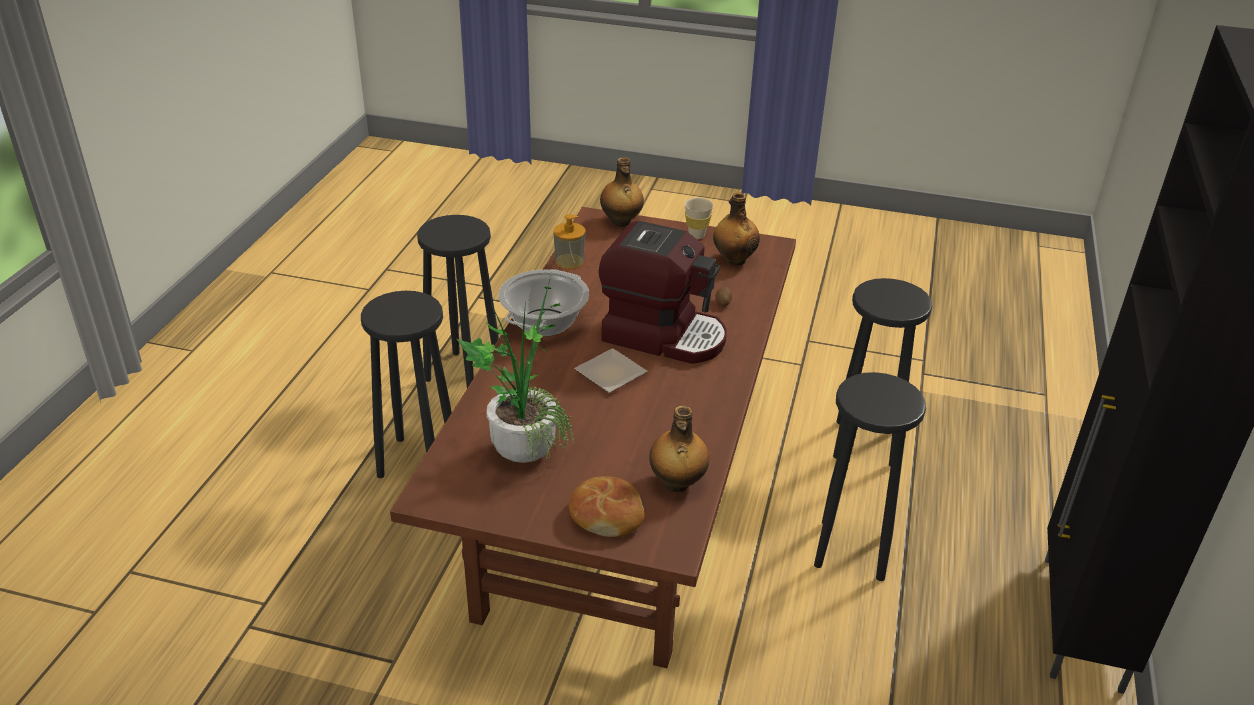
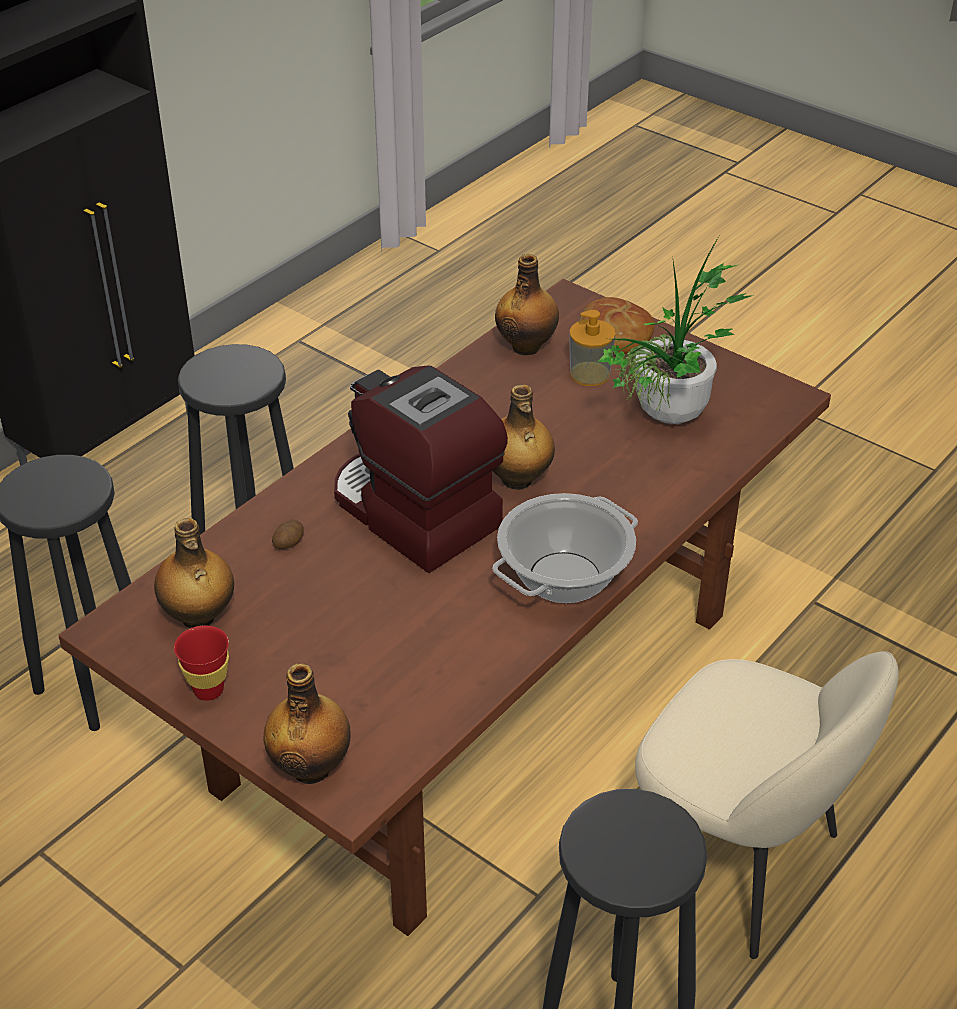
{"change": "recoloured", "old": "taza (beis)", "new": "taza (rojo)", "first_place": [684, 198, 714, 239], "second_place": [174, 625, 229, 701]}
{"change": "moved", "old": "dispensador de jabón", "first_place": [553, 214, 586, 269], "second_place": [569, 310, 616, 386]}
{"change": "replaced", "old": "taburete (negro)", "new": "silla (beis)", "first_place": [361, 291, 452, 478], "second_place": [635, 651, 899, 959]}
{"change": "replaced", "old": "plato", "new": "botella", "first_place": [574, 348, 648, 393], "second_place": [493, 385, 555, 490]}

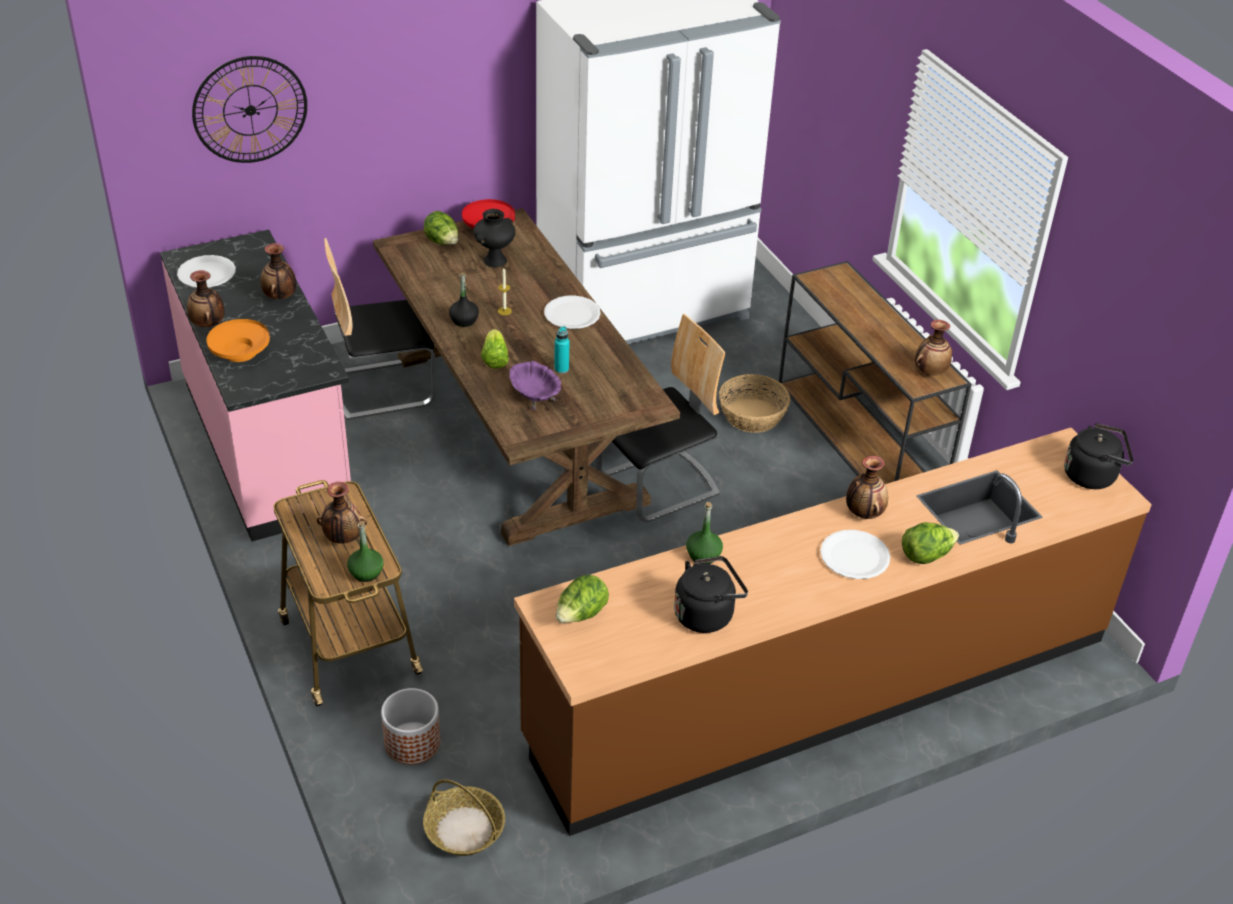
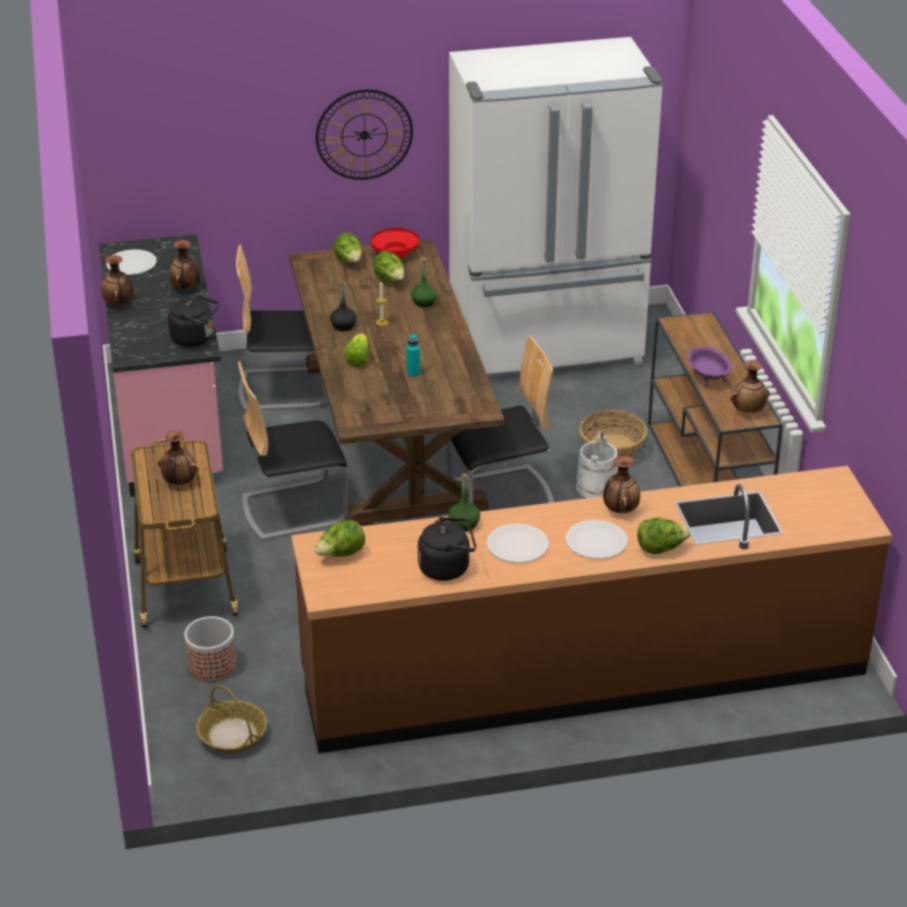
{"change": "moved", "old": "reloj de pared", "first_place": [192, 56, 307, 163], "second_place": [316, 89, 413, 180]}
{"change": "replaced", "old": "florero (negro)", "new": "lechuga", "first_place": [473, 209, 515, 267], "second_place": [373, 251, 405, 282]}
{"change": "moved", "old": "plato (blanco)", "first_place": [544, 295, 601, 329], "second_place": [487, 523, 549, 563]}
{"change": "removed", "old": "cuenco (naranja)", "first_place": [206, 319, 270, 362]}
{"change": "moved", "old": "cuenco (morado)", "first_place": [509, 361, 561, 410], "second_place": [688, 346, 733, 387]}
{"change": "moved", "old": "hervidor (negro)", "first_place": [1064, 423, 1133, 489], "second_place": [168, 295, 219, 347]}
{"change": "moved", "old": "botella (verde)", "first_place": [347, 521, 383, 582], "second_place": [411, 257, 437, 307]}
{"change": "added", "new": "silla", "second_place": [238, 361, 348, 541]}
{"change": "added", "new": "cubo (blanco)", "second_place": [576, 430, 618, 498]}

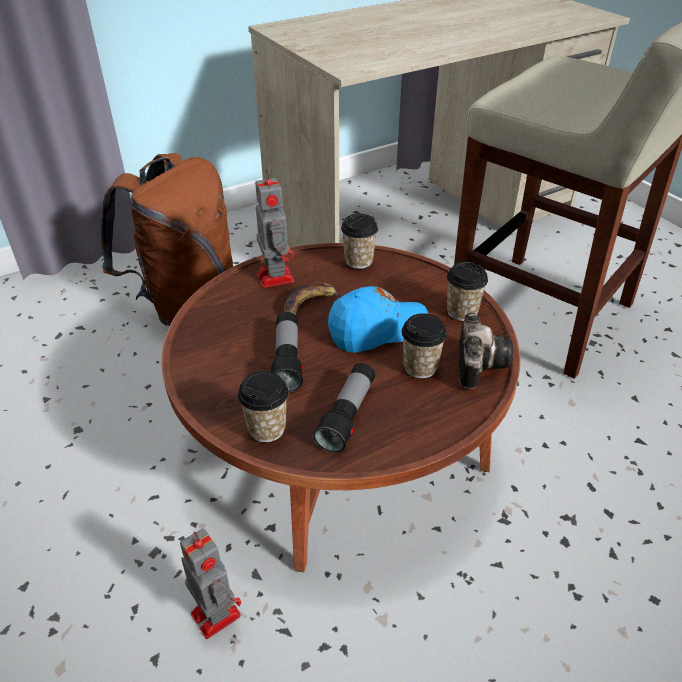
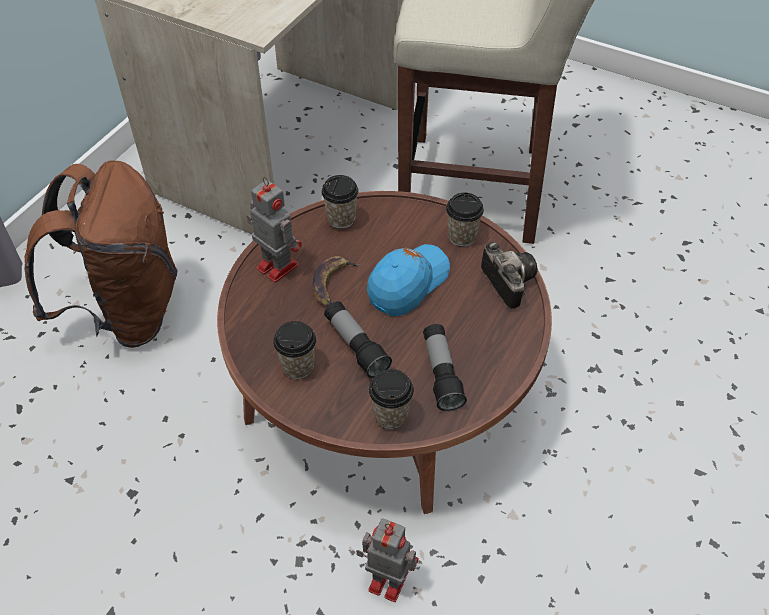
{"change": "moved", "old": "taza", "first_place": [402, 313, 447, 378], "second_place": [273, 321, 316, 379]}

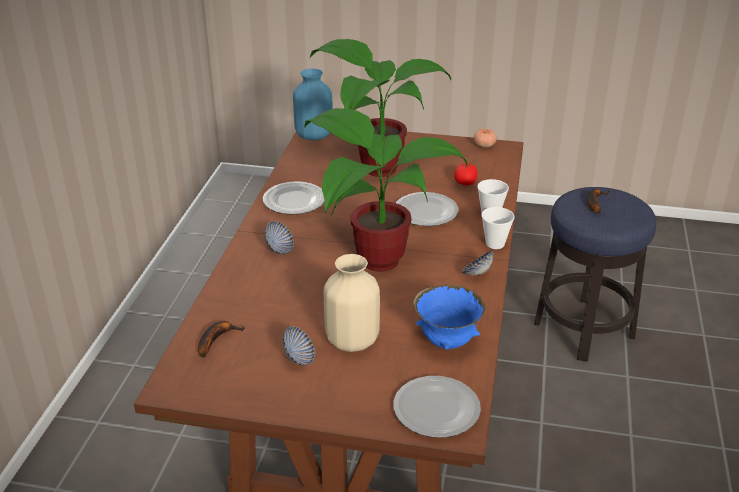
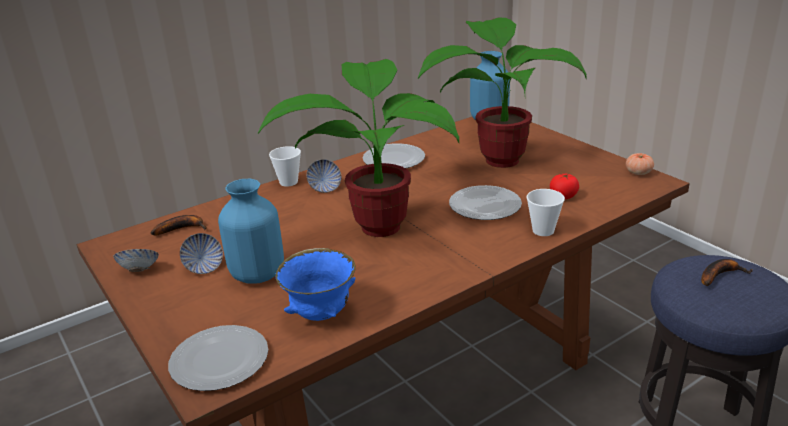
{"change": "moved", "old": "taza", "first_place": [481, 207, 515, 249], "second_place": [269, 146, 301, 187]}
{"change": "moved", "old": "cuenco", "first_place": [462, 250, 493, 276], "second_place": [114, 249, 159, 272]}
{"change": "recoloured", "old": "florero (beis)", "new": "florero (azul)", "first_place": [324, 254, 380, 352], "second_place": [218, 179, 284, 284]}

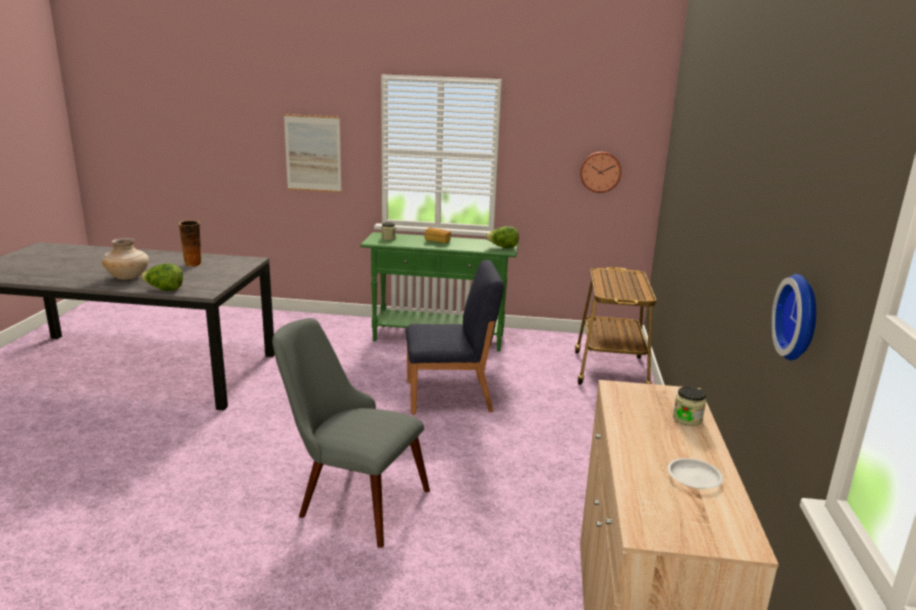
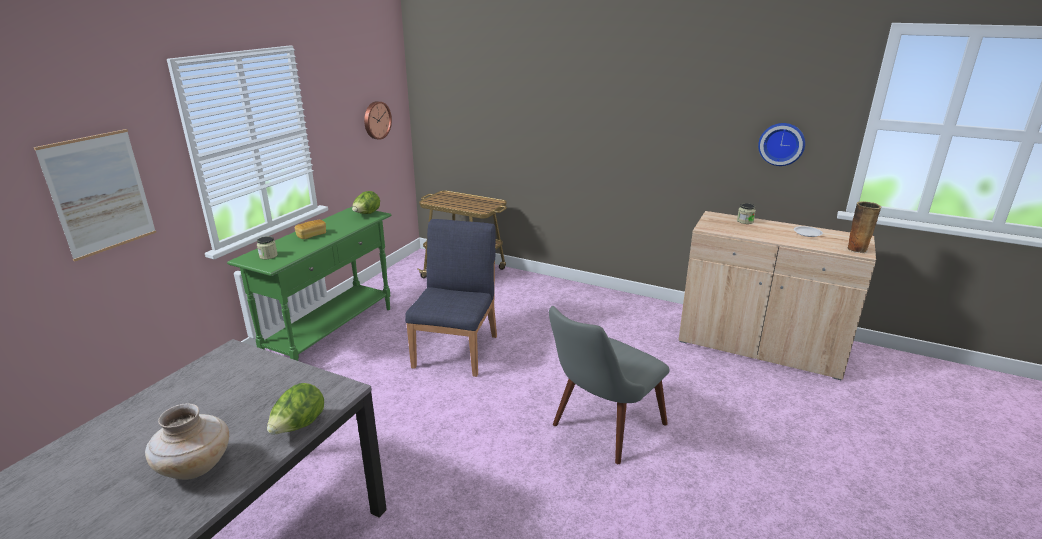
{"change": "moved", "old": "florero", "first_place": [179, 220, 202, 267], "second_place": [847, 201, 882, 253]}

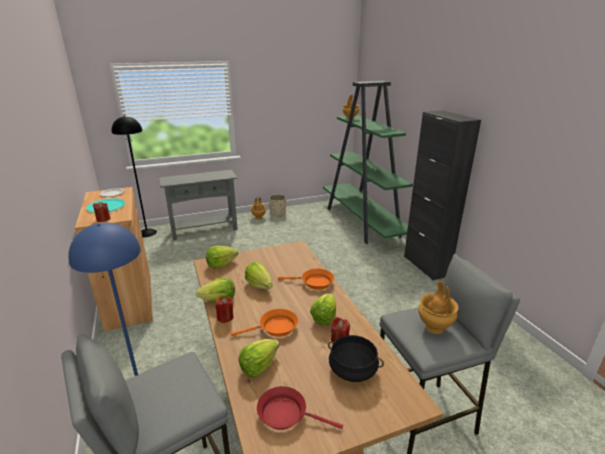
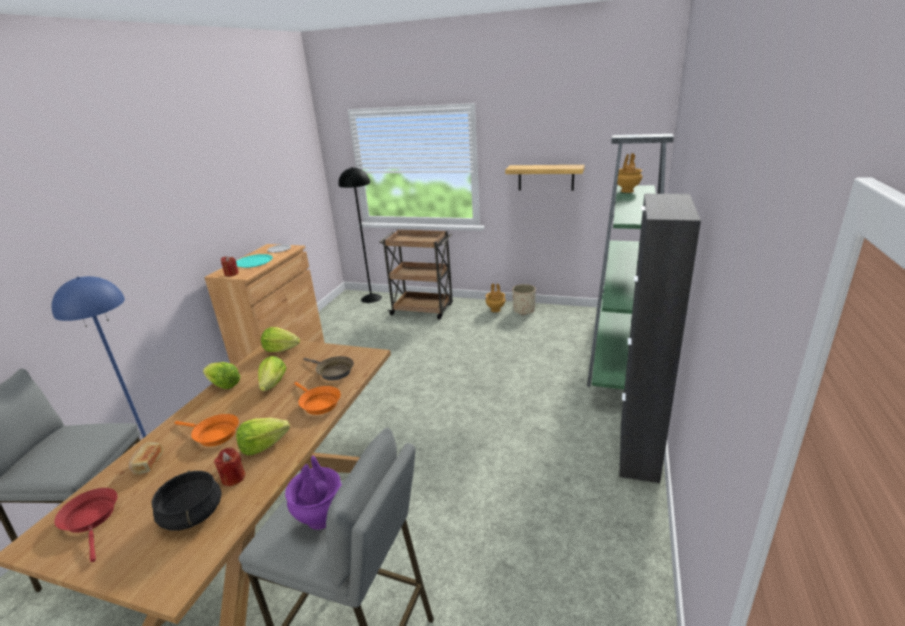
{"change": "replaced", "old": "mesa consola (gris)", "new": "carrito (marrón)", "first_place": [159, 170, 238, 240], "second_place": [379, 229, 453, 319]}
{"change": "recoloured", "old": "florero (marrón)", "new": "florero (morado)", "first_place": [418, 282, 458, 334], "second_place": [285, 456, 342, 530]}
{"change": "removed", "old": "vela (rojo)", "first_place": [215, 296, 234, 323]}
{"change": "replaced", "old": "lechuga", "new": "pan", "first_place": [239, 339, 280, 378], "second_place": [129, 442, 163, 475]}
{"change": "added", "new": "estante", "second_place": [505, 165, 585, 191]}
{"change": "added", "new": "sartén (marrón)", "second_place": [303, 356, 354, 381]}

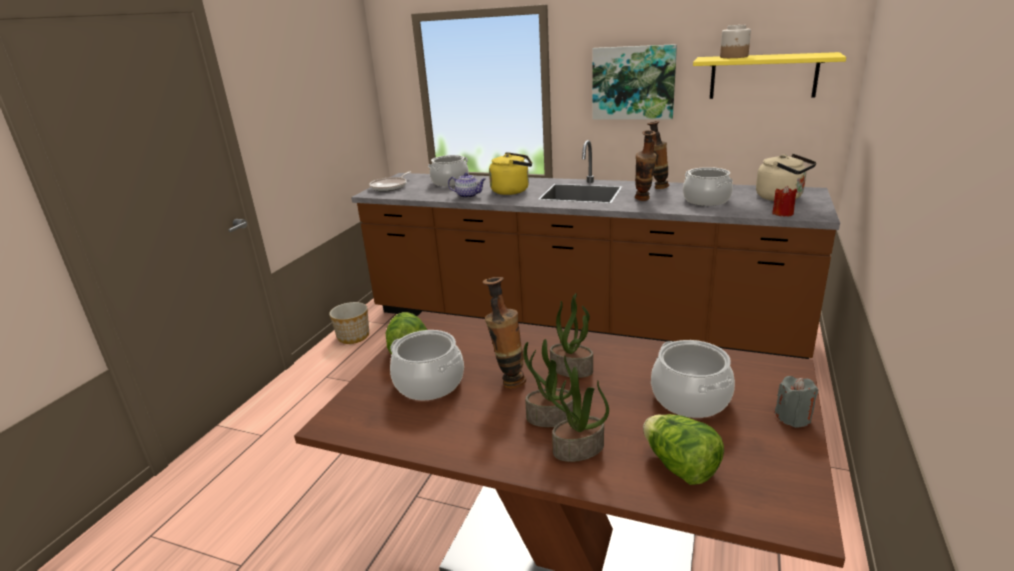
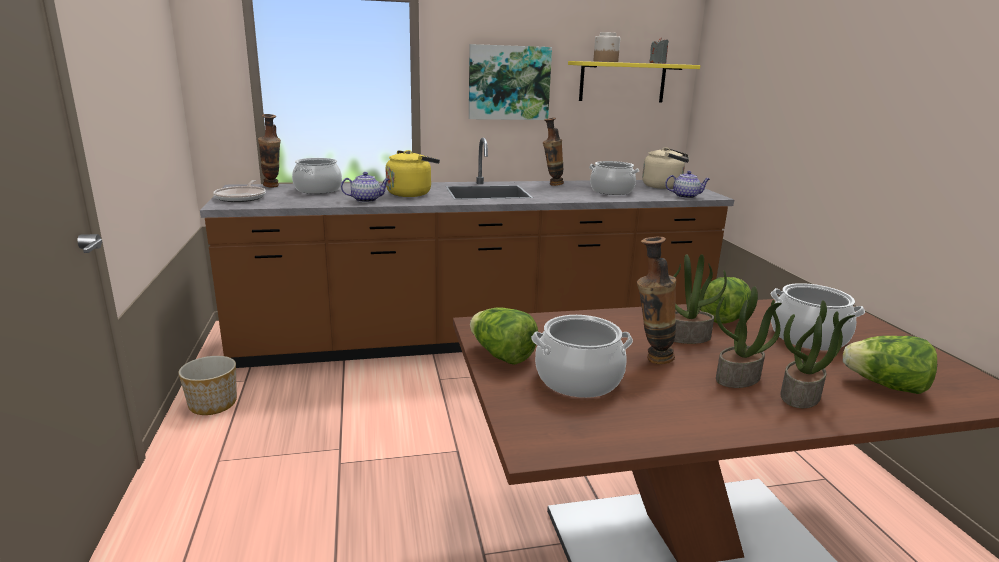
{"change": "moved", "old": "florero", "first_place": [635, 130, 657, 201], "second_place": [258, 114, 281, 187]}
{"change": "replaced", "old": "vela (rojo)", "new": "tetera", "first_place": [772, 186, 797, 216], "second_place": [665, 171, 710, 199]}
{"change": "moved", "old": "vela (gris)", "first_place": [775, 376, 818, 428], "second_place": [649, 37, 669, 64]}
{"change": "added", "new": "lechuga", "second_place": [700, 277, 751, 323]}

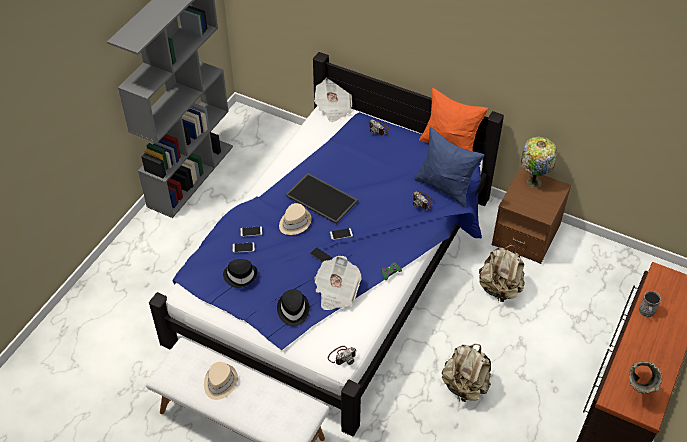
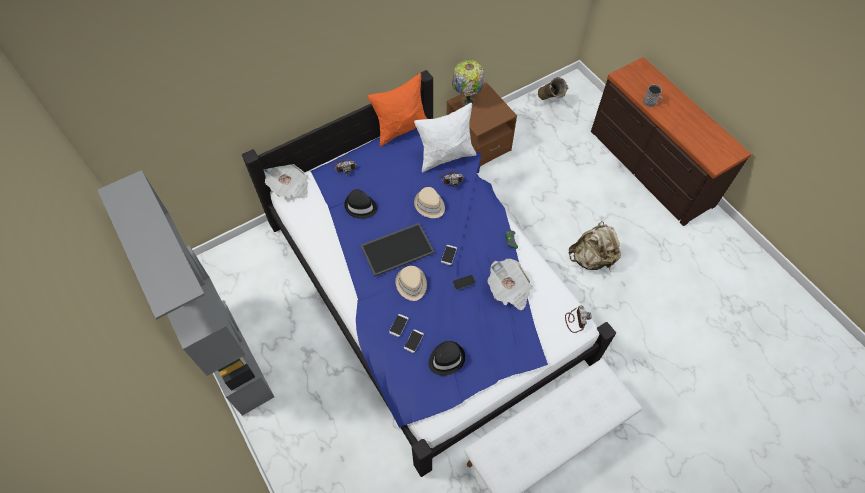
{"change": "recoloured", "old": "cojín (azul)", "new": "cojín (blanco)", "first_place": [414, 127, 484, 208], "second_place": [414, 103, 477, 172]}
{"change": "removed", "old": "mochila (beis)", "first_place": [479, 245, 525, 302]}
{"change": "moved", "old": "sombrero (negro)", "first_place": [277, 289, 310, 326], "second_place": [345, 189, 377, 219]}
{"change": "moved", "old": "florero (beis)", "first_place": [629, 361, 662, 394], "second_place": [538, 77, 568, 100]}
{"change": "moved", "old": "sombrero (beis)", "first_place": [204, 362, 238, 400], "second_place": [414, 187, 445, 218]}

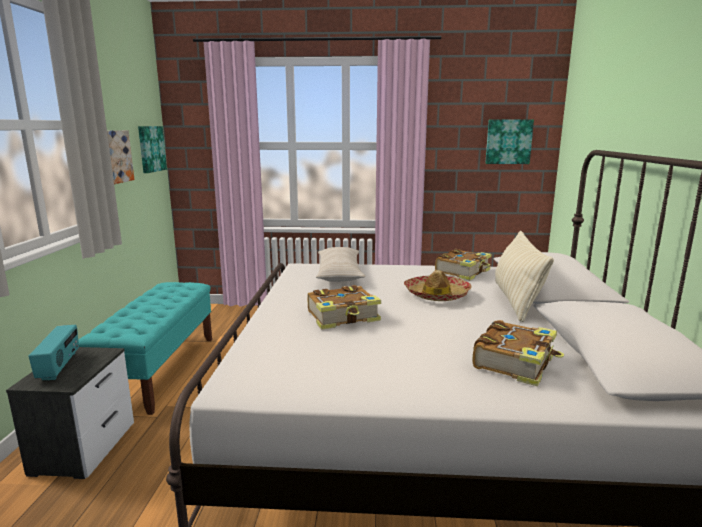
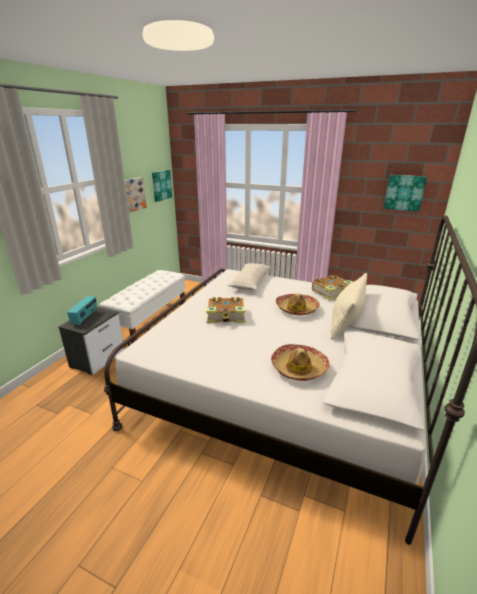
{"change": "recoloured", "old": "banco (turquesa)", "new": "banco (blanco)", "first_place": [78, 282, 212, 415], "second_place": [99, 270, 185, 343]}
{"change": "replaced", "old": "libro", "new": "sombrero", "first_place": [473, 320, 564, 386], "second_place": [271, 344, 330, 381]}

